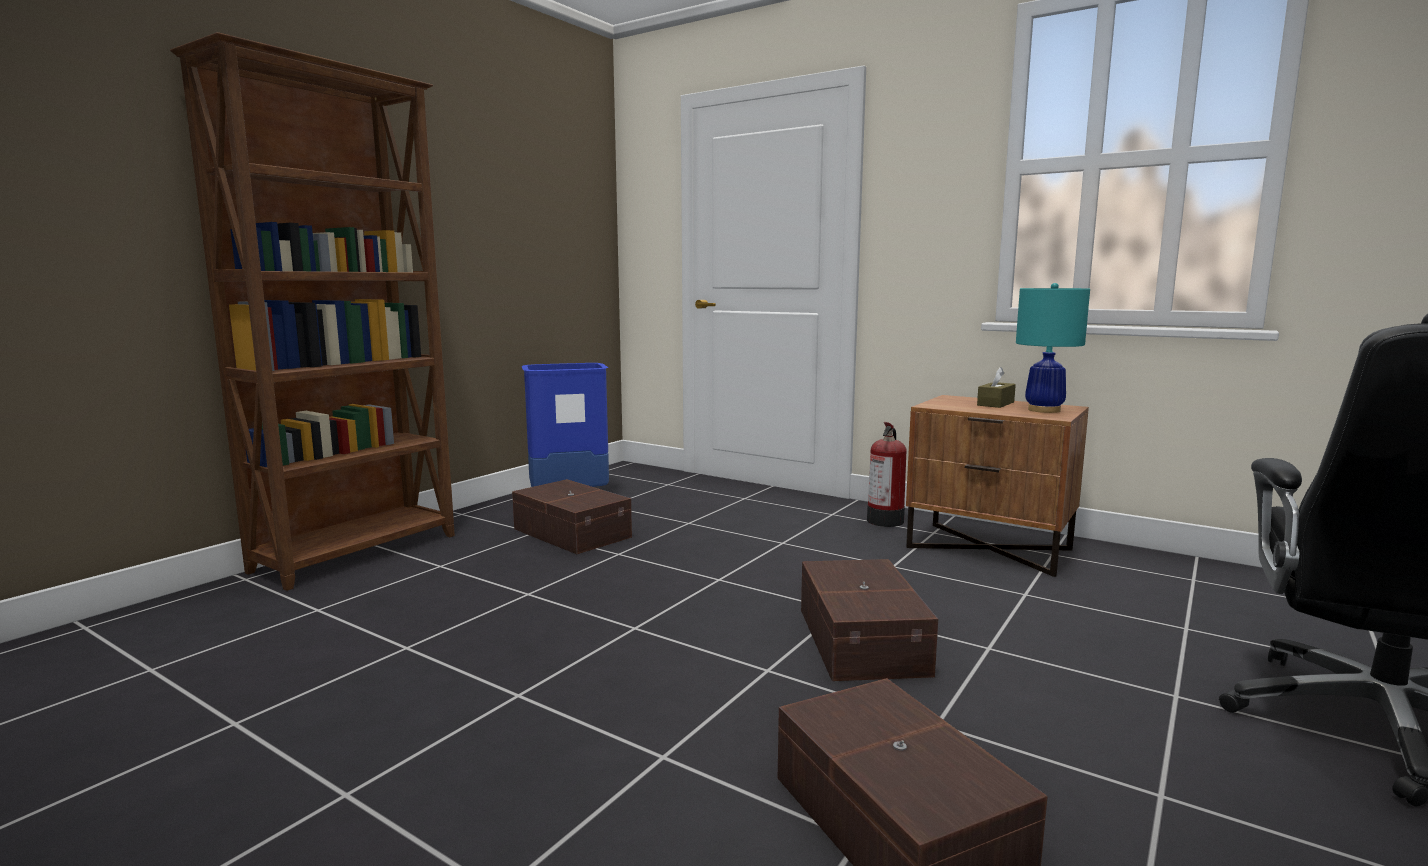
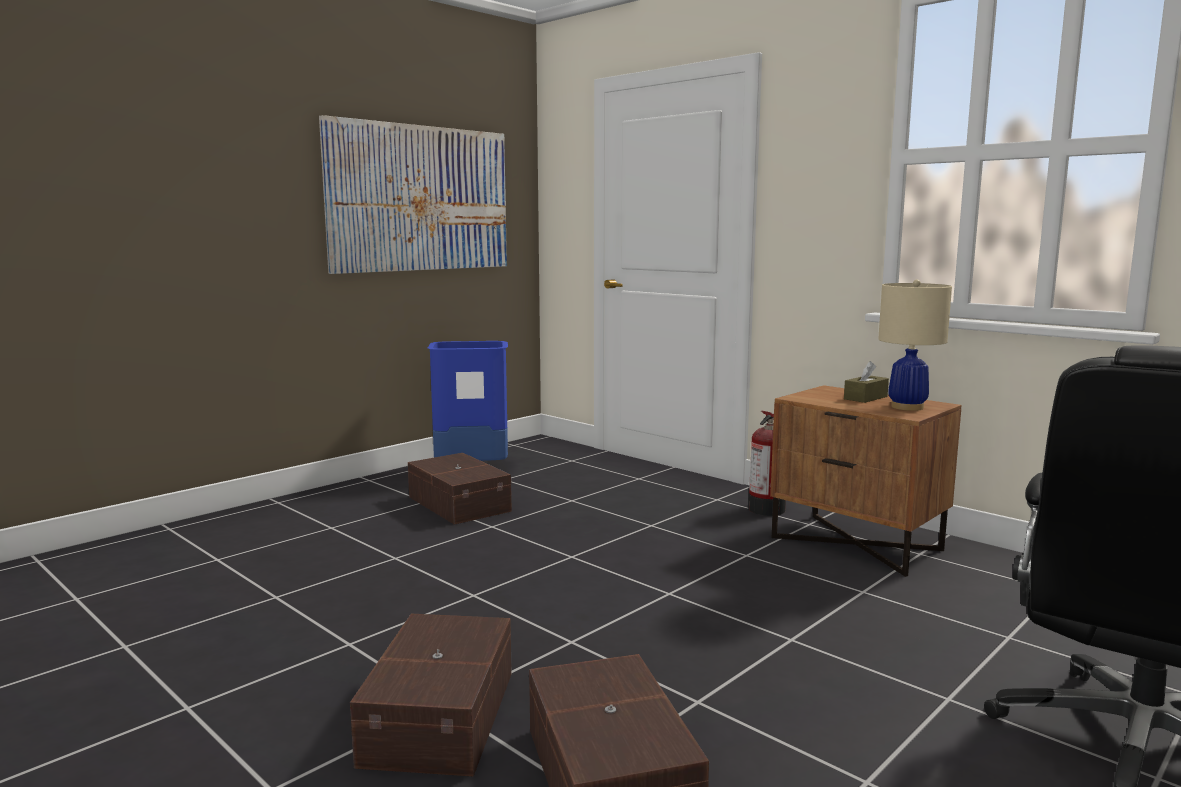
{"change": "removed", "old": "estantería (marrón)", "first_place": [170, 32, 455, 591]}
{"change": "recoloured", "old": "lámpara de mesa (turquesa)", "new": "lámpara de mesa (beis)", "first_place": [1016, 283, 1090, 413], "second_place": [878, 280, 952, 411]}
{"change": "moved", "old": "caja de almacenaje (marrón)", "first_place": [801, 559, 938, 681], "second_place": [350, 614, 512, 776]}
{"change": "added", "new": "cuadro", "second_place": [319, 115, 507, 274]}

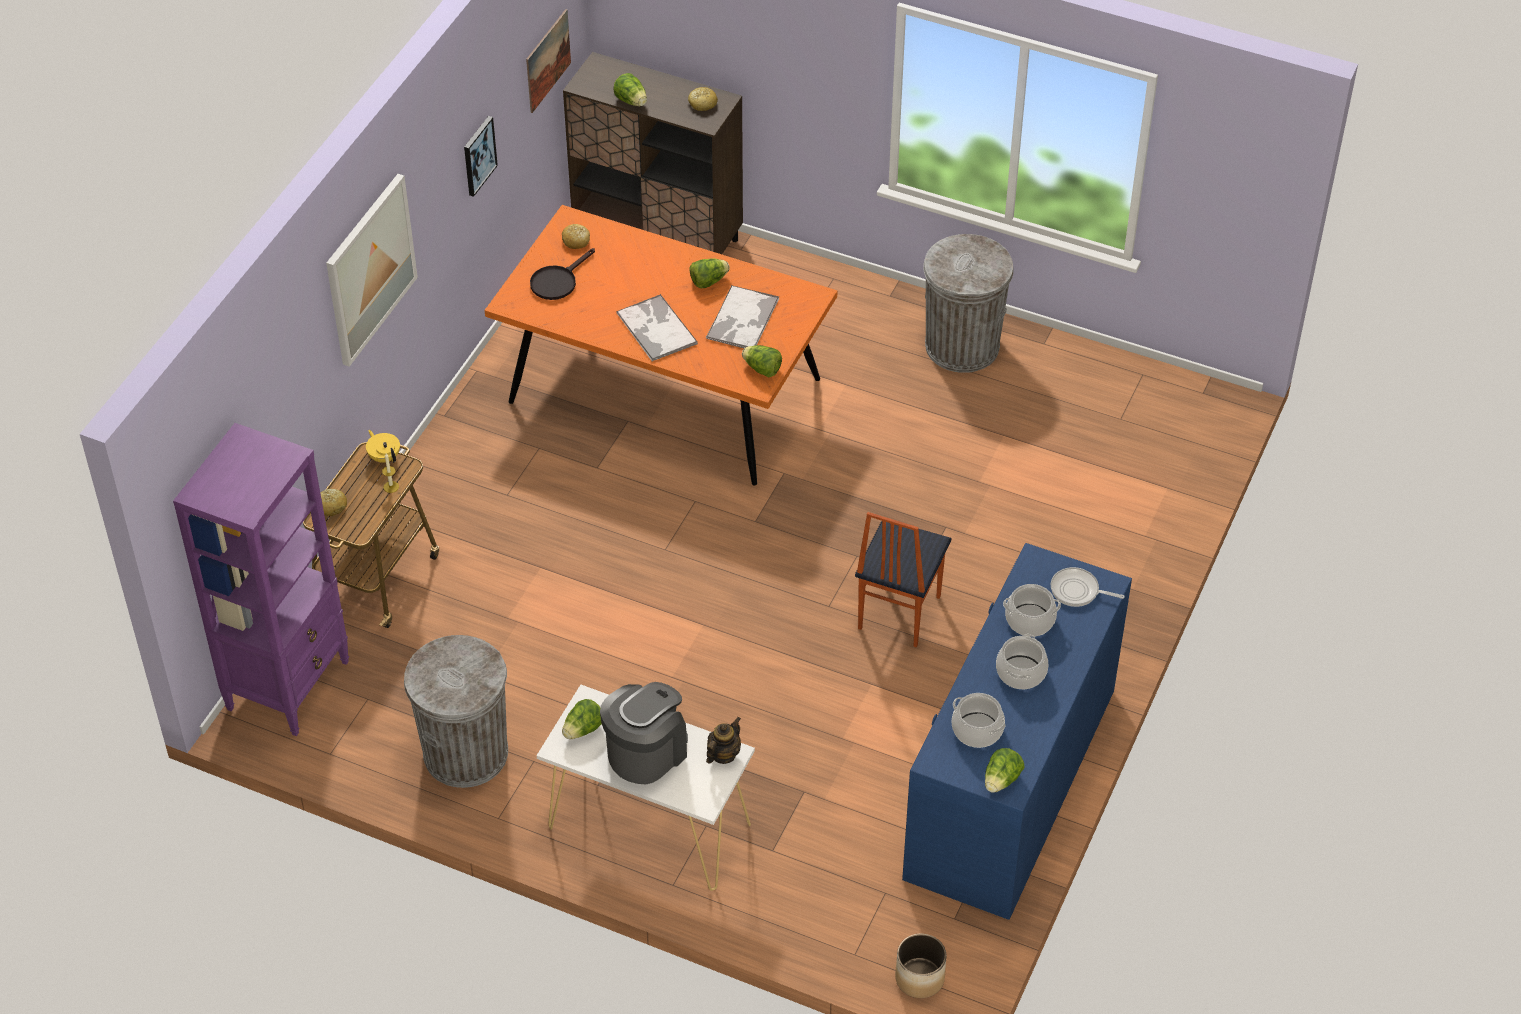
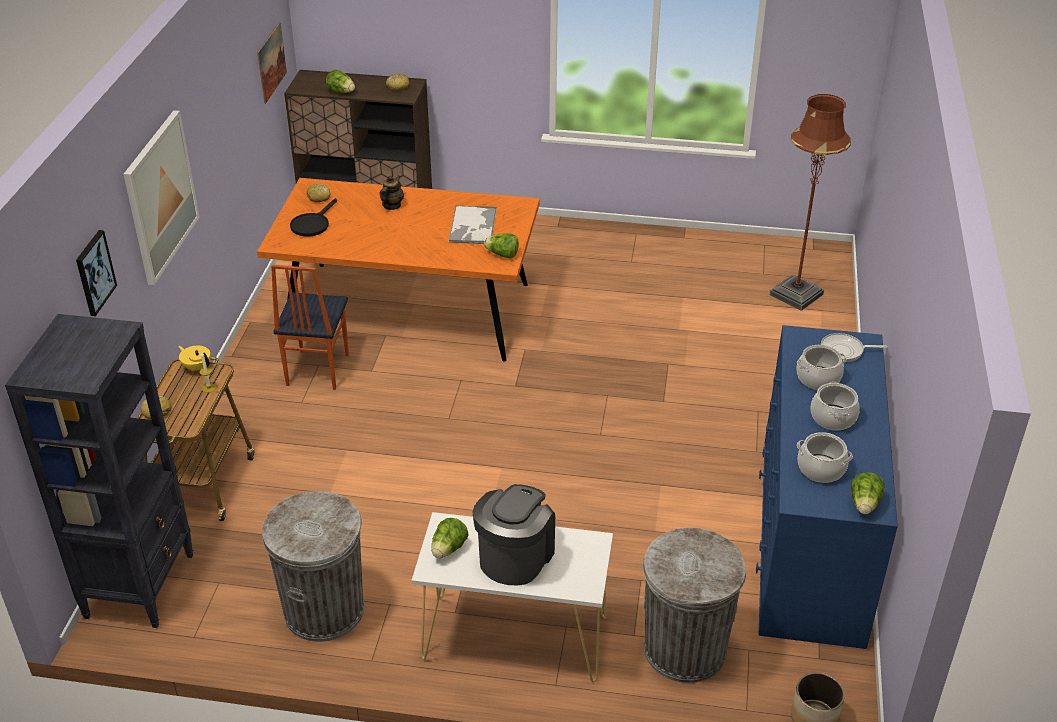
{"change": "moved", "old": "cuadro", "first_place": [464, 116, 498, 197], "second_place": [76, 230, 117, 316]}
{"change": "moved", "old": "papelera (gris)", "first_place": [923, 234, 1014, 373], "second_place": [643, 528, 746, 683]}
{"change": "removed", "old": "lechuga", "first_place": [689, 258, 730, 288]}
{"change": "removed", "old": "bandeja", "first_place": [616, 294, 698, 362]}
{"change": "recoloured", "old": "estantería (morado)", "new": "estantería (negro)", "first_place": [173, 423, 349, 736], "second_place": [5, 314, 193, 628]}
{"change": "moved", "old": "silla", "first_place": [855, 512, 951, 647], "second_place": [271, 265, 349, 390]}
{"change": "moved", "old": "tetera", "first_place": [706, 717, 741, 764], "second_place": [380, 176, 404, 210]}
{"change": "added", "new": "lámpara de pie (marrón)", "second_place": [770, 94, 851, 311]}

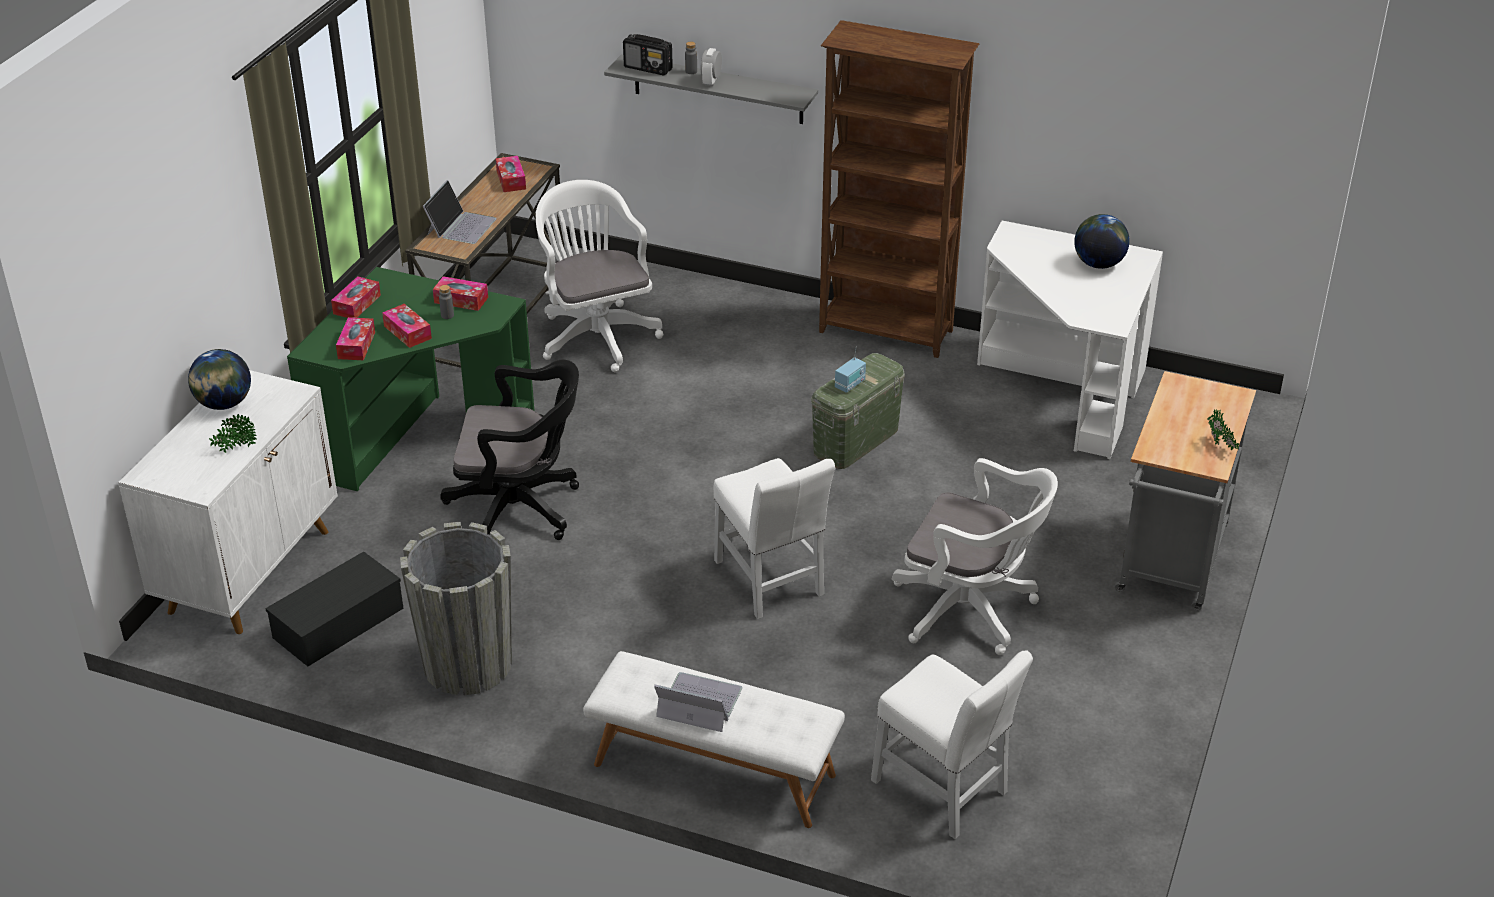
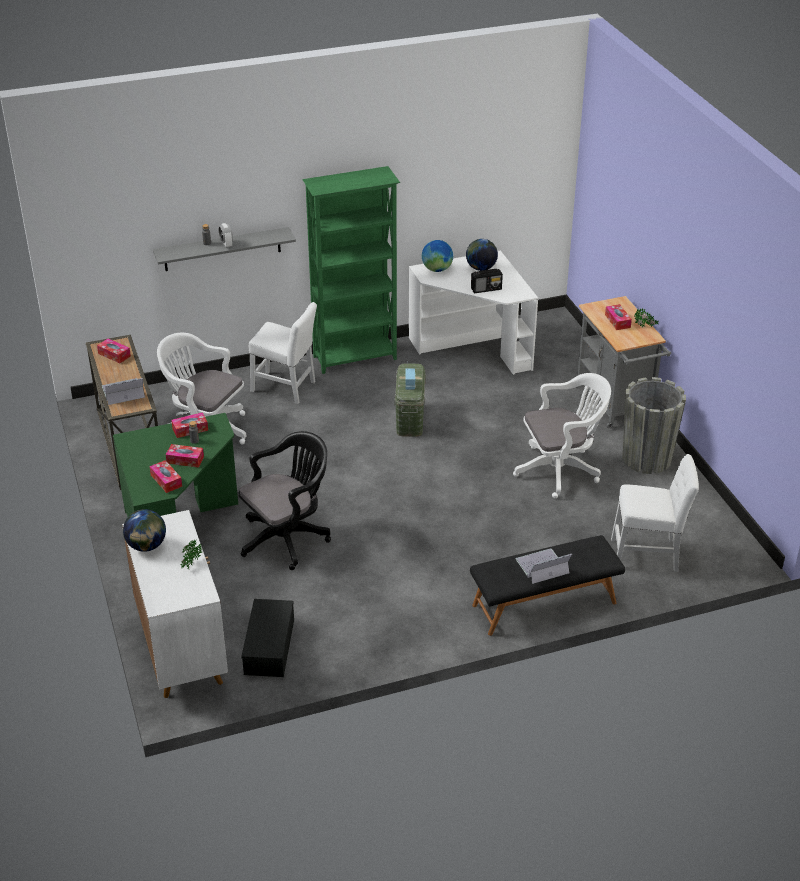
{"change": "recoloured", "old": "estantería (marrón)", "new": "estantería (verde)", "first_place": [819, 20, 979, 358], "second_place": [302, 166, 400, 374]}
{"change": "moved", "old": "radio", "first_place": [623, 34, 673, 76], "second_place": [471, 269, 503, 293]}
{"change": "turned", "old": "portátil", "first_place": [423, 180, 497, 244], "second_place": [102, 378, 145, 405], "degrees": -90}
{"change": "moved", "old": "caja de pañuelos", "first_place": [331, 276, 381, 318], "second_place": [605, 304, 632, 330]}
{"change": "moved", "old": "silla (blanco)", "first_place": [713, 458, 835, 619], "second_place": [249, 302, 317, 404]}
{"change": "moved", "old": "maceta (gris)", "first_place": [400, 522, 512, 695], "second_place": [623, 377, 686, 474]}
{"change": "recoloured", "old": "banco (blanco)", "new": "banco (negro)", "first_place": [583, 651, 845, 828], "second_place": [470, 535, 625, 636]}
{"change": "added", "new": "globo terráqueo", "second_place": [422, 240, 453, 272]}

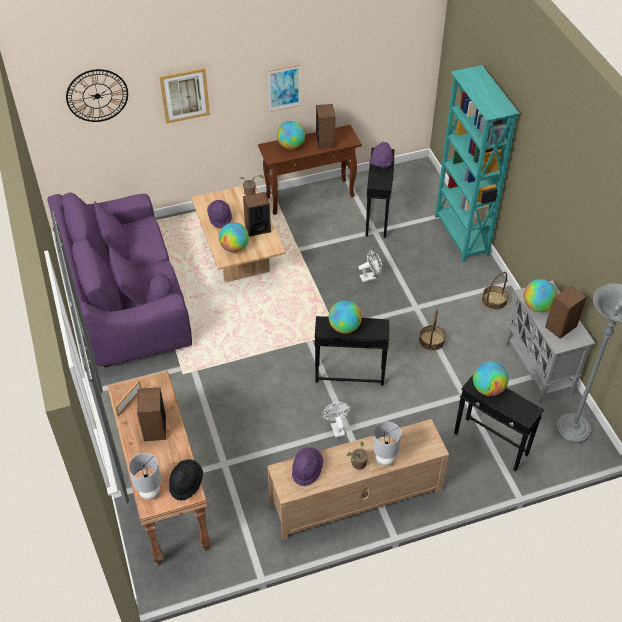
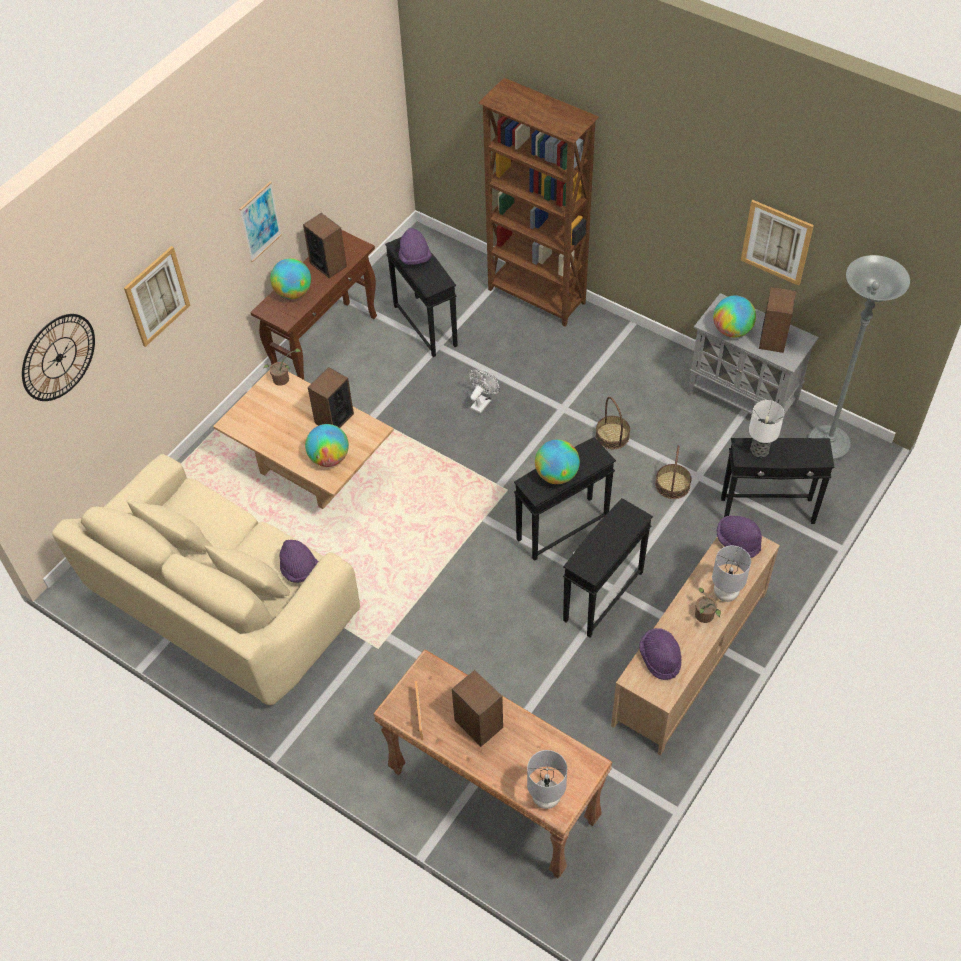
{"change": "recoloured", "old": "estantería (turquesa)", "new": "estantería (marrón)", "first_place": [435, 65, 520, 262], "second_place": [478, 78, 599, 327]}
{"change": "recoloured", "old": "sofá (morado)", "new": "sofá (beis)", "first_place": [48, 193, 192, 368], "second_place": [52, 454, 360, 705]}
{"change": "moved", "old": "sombrero (morado)", "first_place": [207, 200, 232, 228], "second_place": [716, 516, 762, 558]}
{"change": "moved", "old": "cesta", "first_place": [482, 272, 508, 310], "second_place": [655, 445, 691, 499]}
{"change": "replaced", "old": "globo terráqueo", "new": "lámpara de mesa", "first_place": [473, 361, 509, 396], "second_place": [749, 400, 784, 457]}
{"change": "replaced", "old": "ventilador (blanco)", "new": "mesa auxiliar (negro)", "first_place": [322, 402, 351, 438], "second_place": [563, 498, 653, 637]}
{"change": "removed", "old": "sombrero (negro)", "first_place": [169, 459, 203, 501]}
{"change": "added", "new": "cuadro", "second_place": [741, 200, 814, 286]}

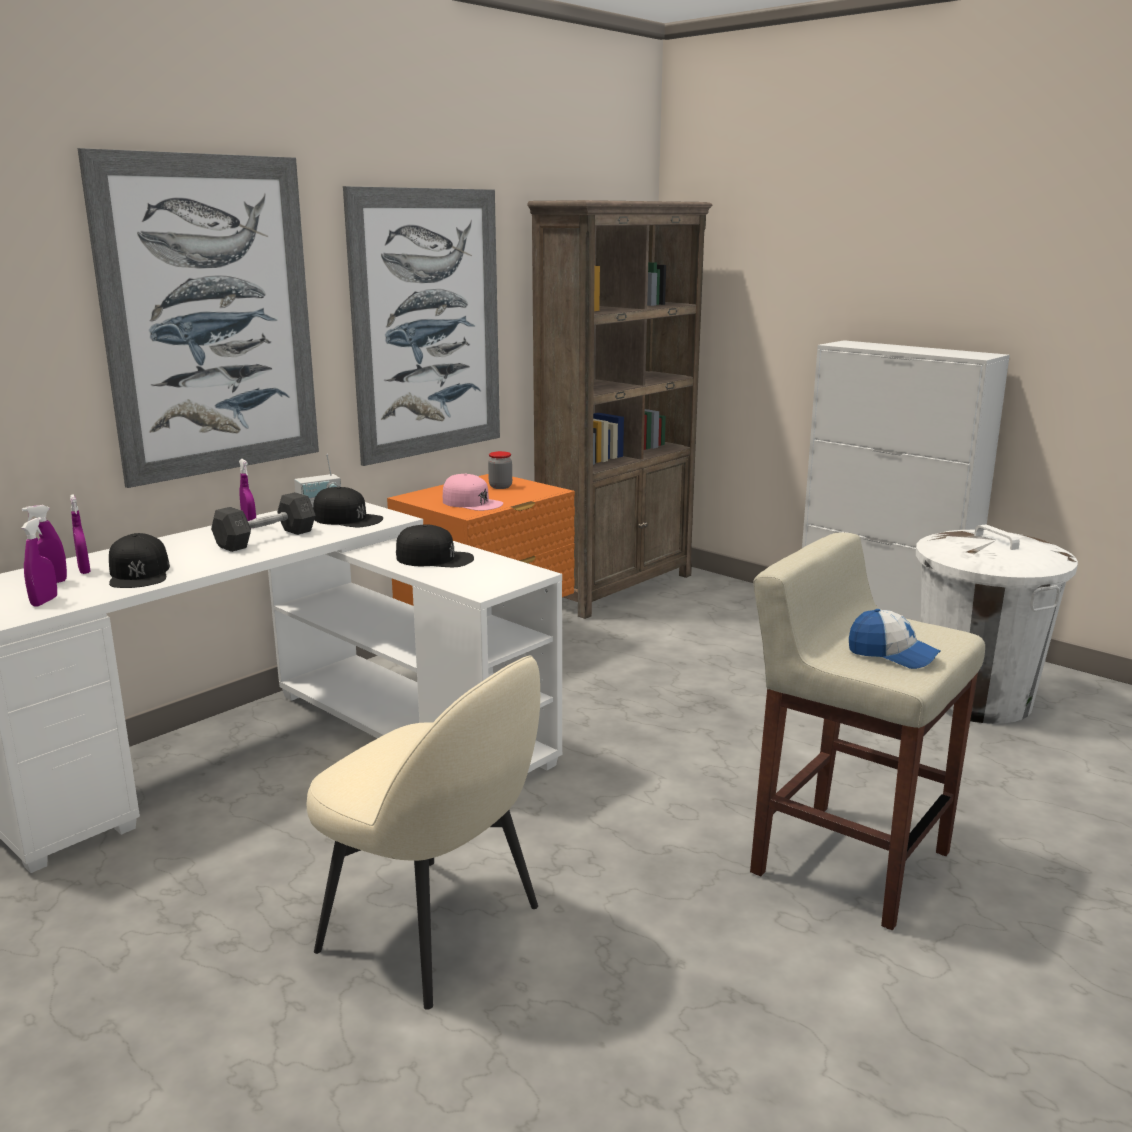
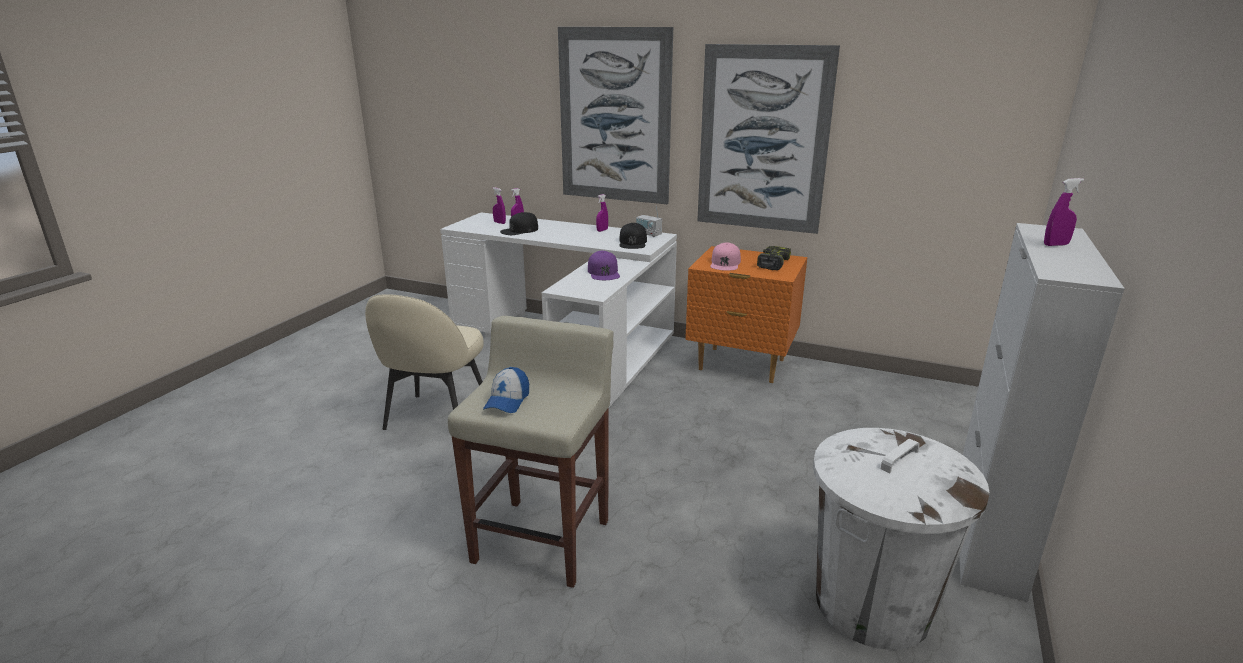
{"change": "removed", "old": "estantería (marrón)", "first_place": [527, 200, 712, 619]}
{"change": "replaced", "old": "tarro", "new": "taladro", "first_place": [488, 451, 512, 489], "second_place": [757, 246, 791, 270]}
{"change": "removed", "old": "mancuerna (gris)", "first_place": [211, 492, 316, 552]}
{"change": "moved", "old": "pulverizador (morado)", "first_place": [22, 517, 57, 607], "second_place": [1044, 178, 1084, 246]}
{"change": "recoloured", "old": "gorra (negro)", "new": "gorra (morado)", "first_place": [396, 524, 474, 567], "second_place": [588, 251, 620, 280]}

